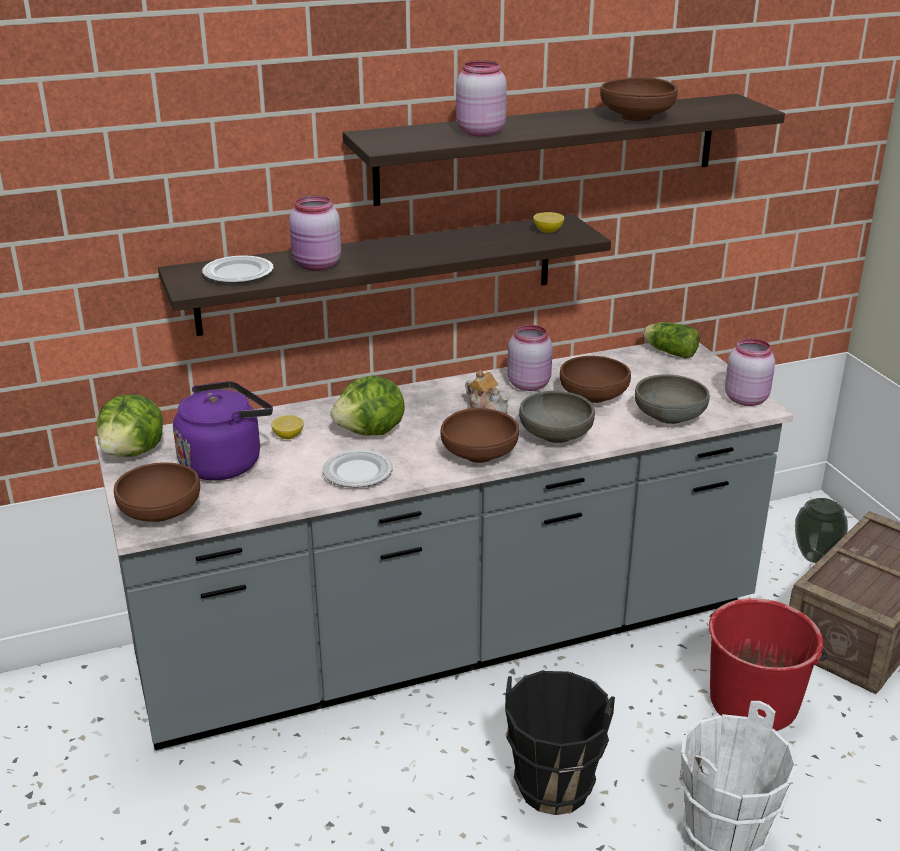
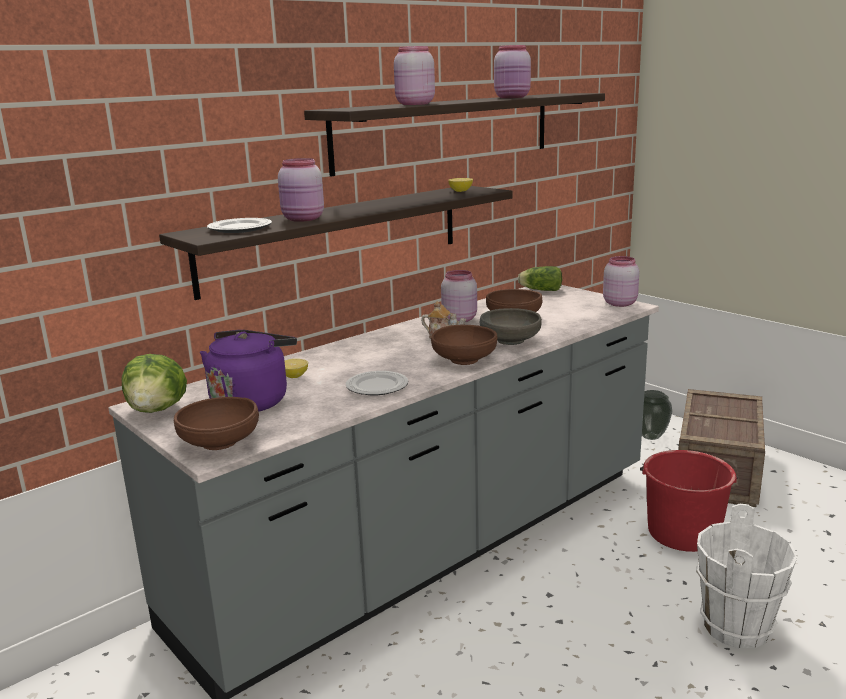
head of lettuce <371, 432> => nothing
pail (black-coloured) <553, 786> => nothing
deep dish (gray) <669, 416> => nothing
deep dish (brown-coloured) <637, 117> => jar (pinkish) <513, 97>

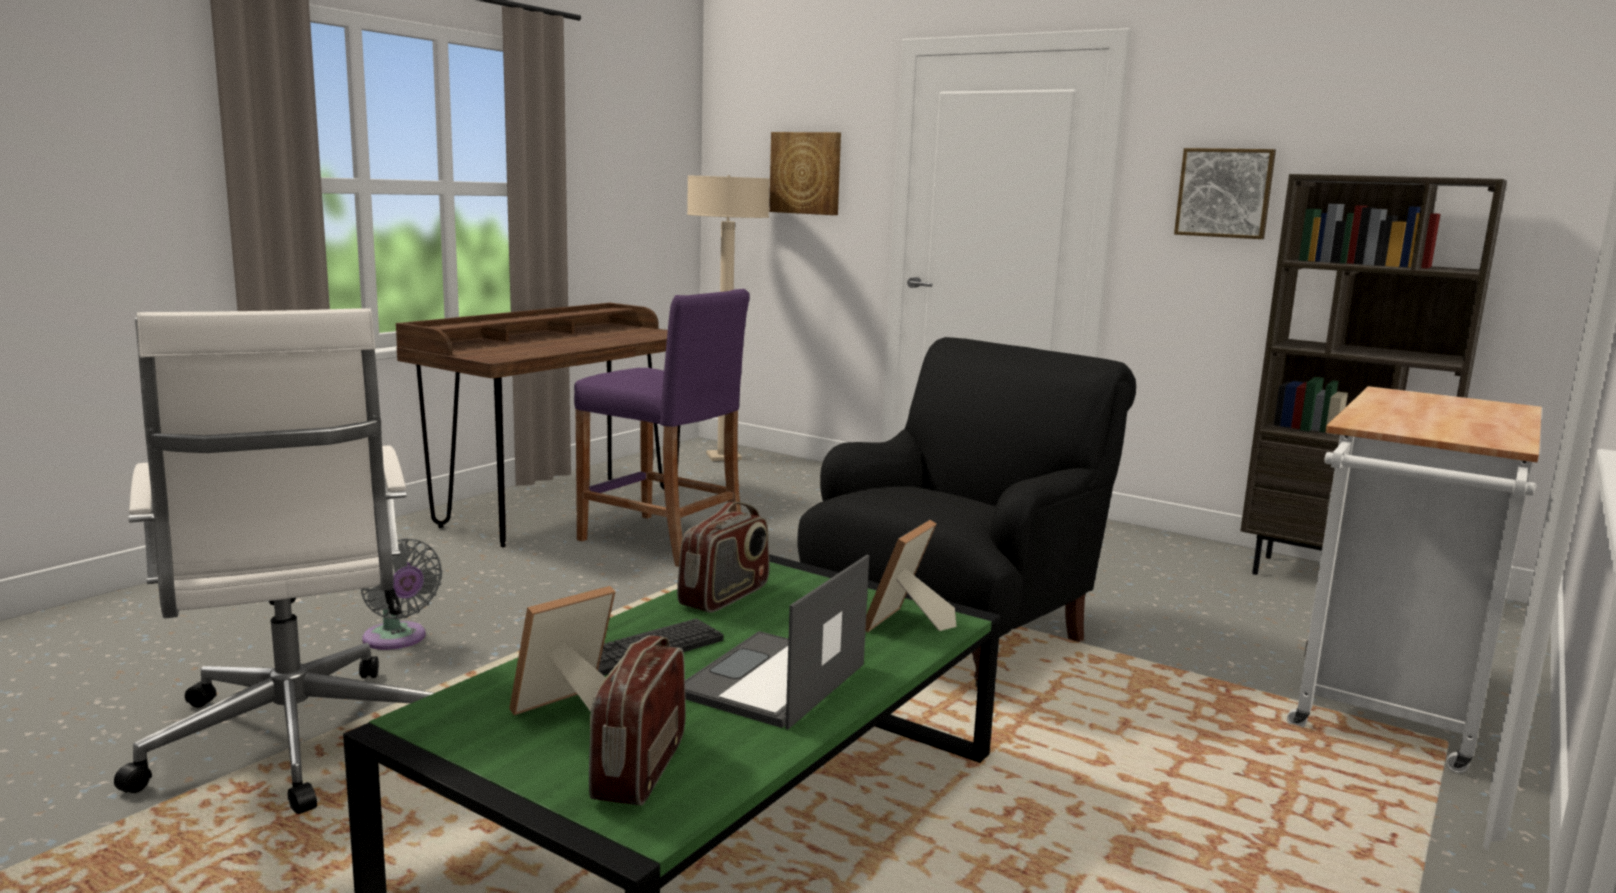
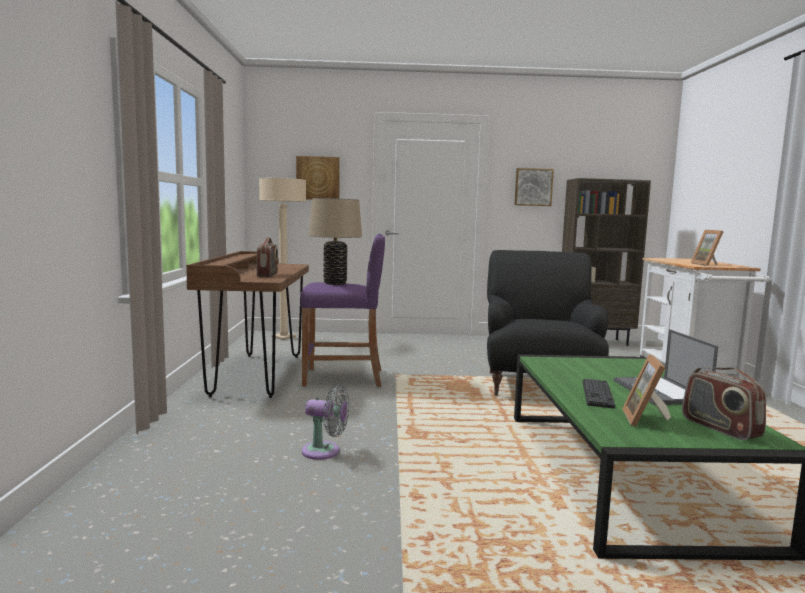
desk chair (white) <293, 744> => nothing
nothing => table lamp (beige) <335, 283>
radio receiver <725, 596> => radio receiver <267, 275>, moved
photo frame <906, 625> => photo frame <708, 264>, moved

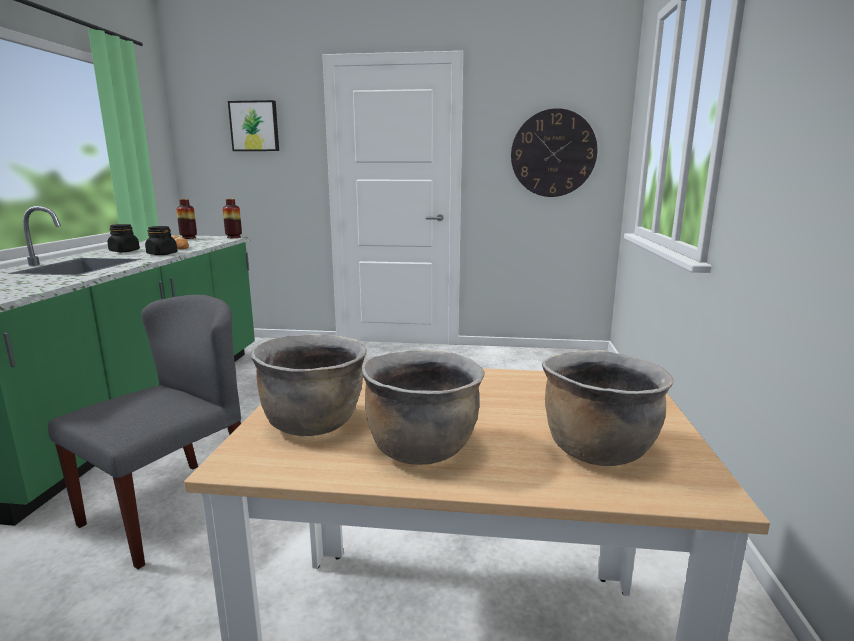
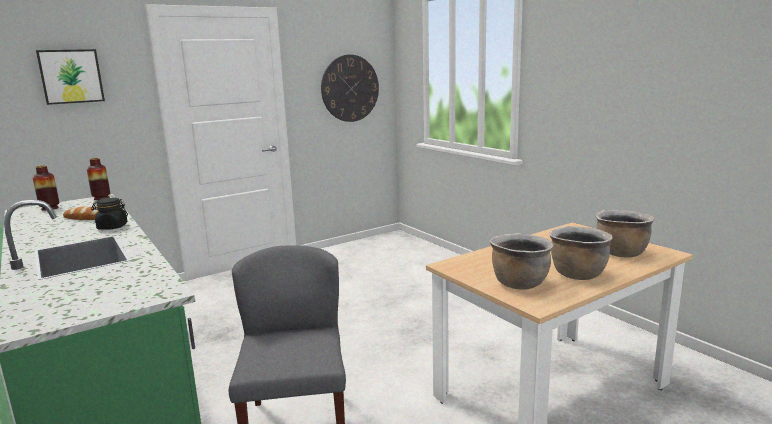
jar (black-coloured) <124, 251> => nothing

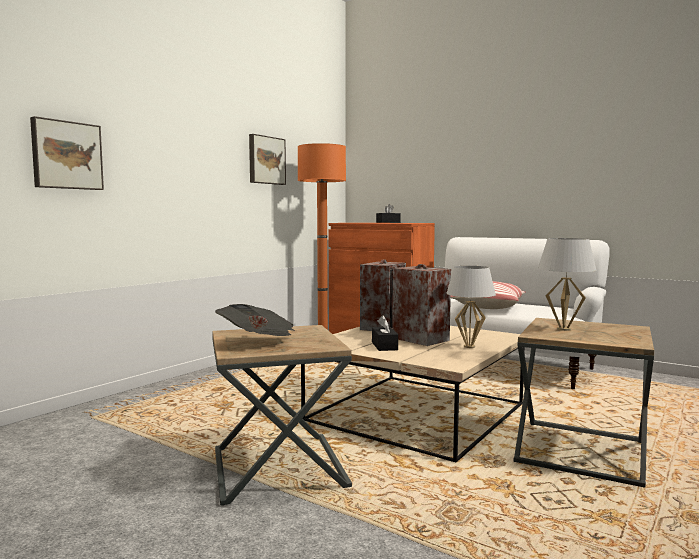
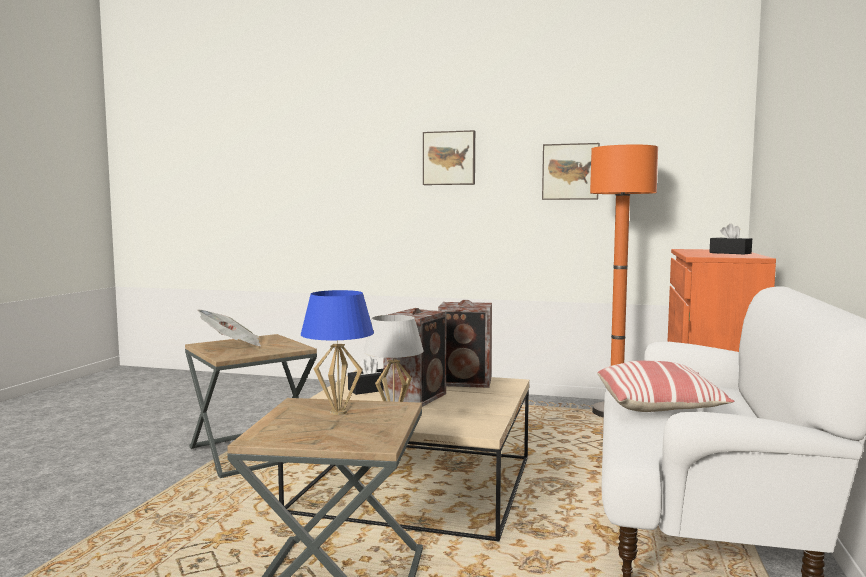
wall picture <66, 155> => wall picture <449, 158>, moved
table lamp (white) <563, 329> => table lamp (bluish) <339, 412>

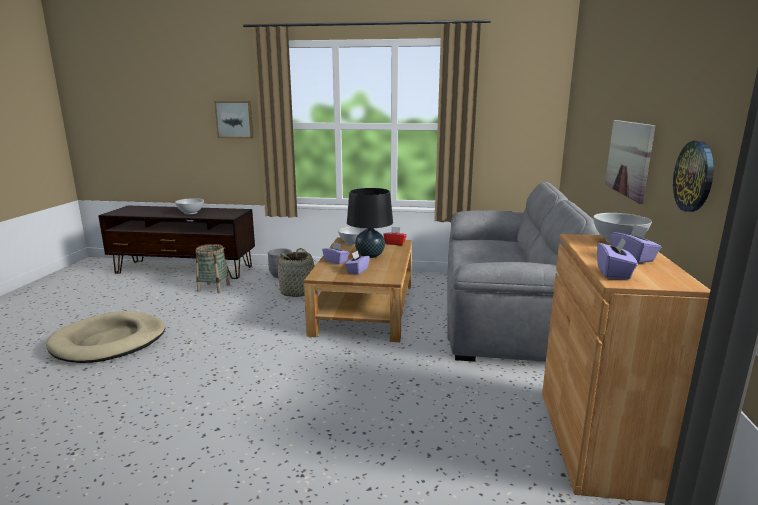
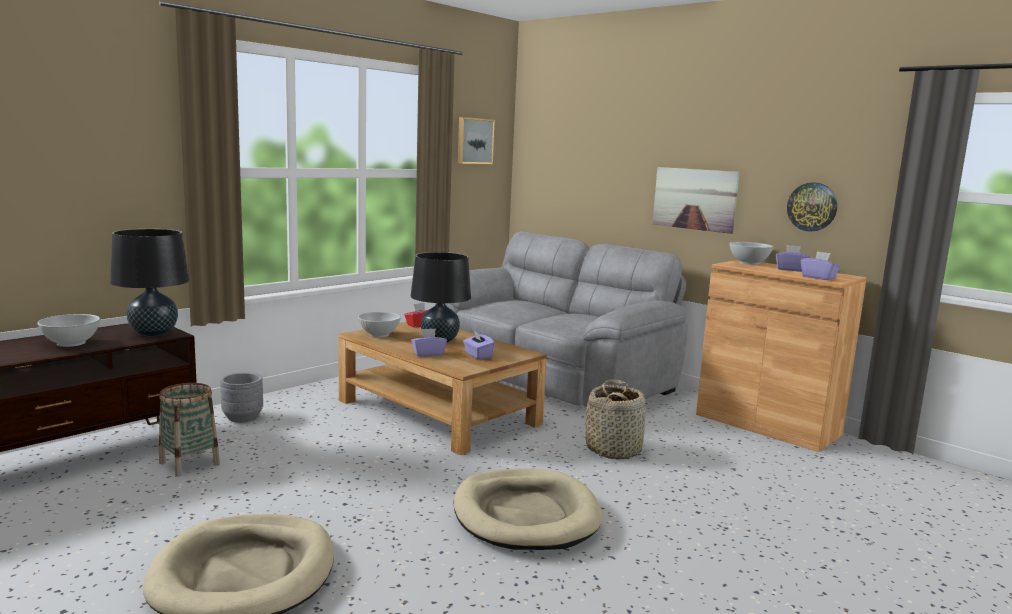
nothing => table lamp (black-coloured) <153, 333>
nothing => dog cushion (beige) <525, 515>
wall picture <235, 119> => wall picture <474, 141>, moved
household basket <298, 291> => household basket <613, 449>, moved

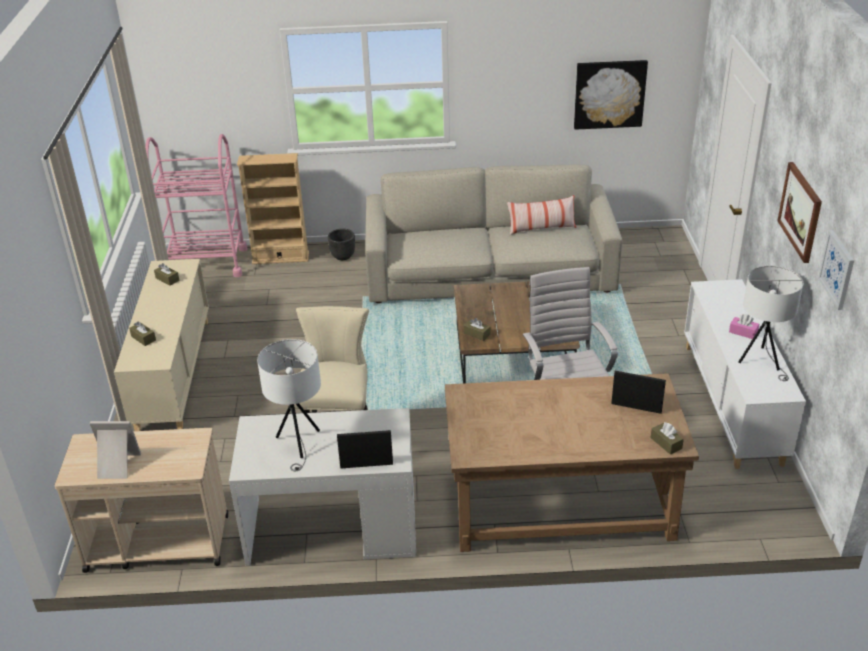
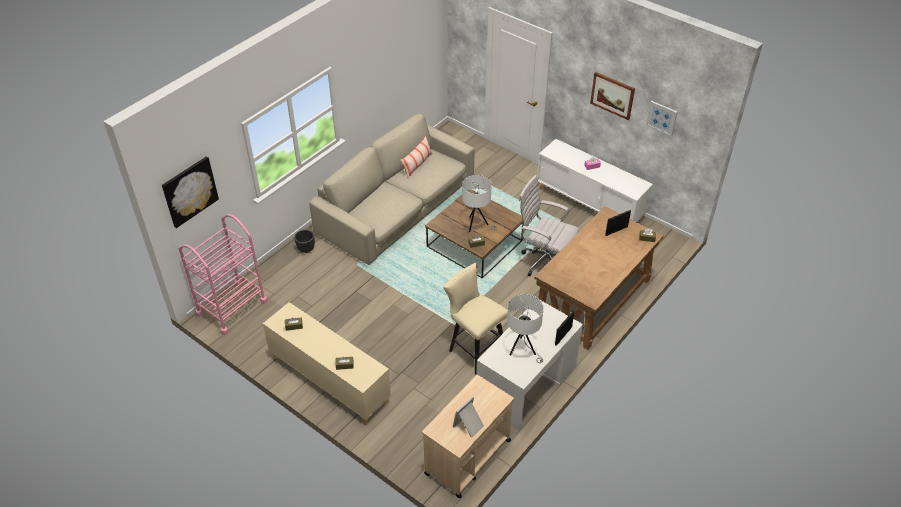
shelving unit (beige) <280, 258> => nothing
wall picture <609, 94> => wall picture <189, 191>, moved
table lamp (white) <761, 362> => table lamp (white) <477, 225>, moved

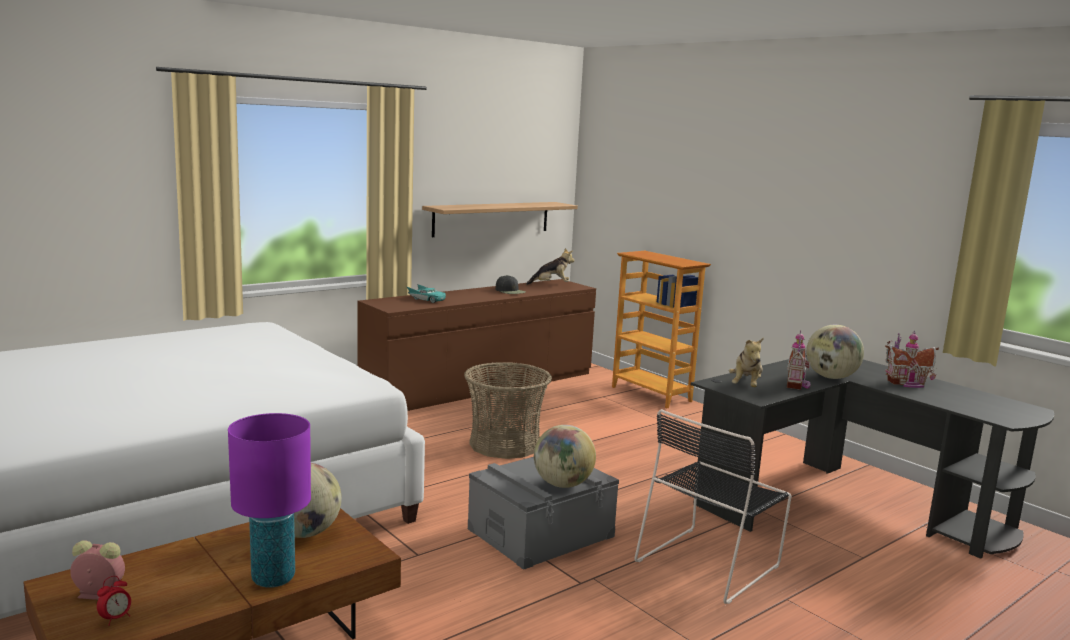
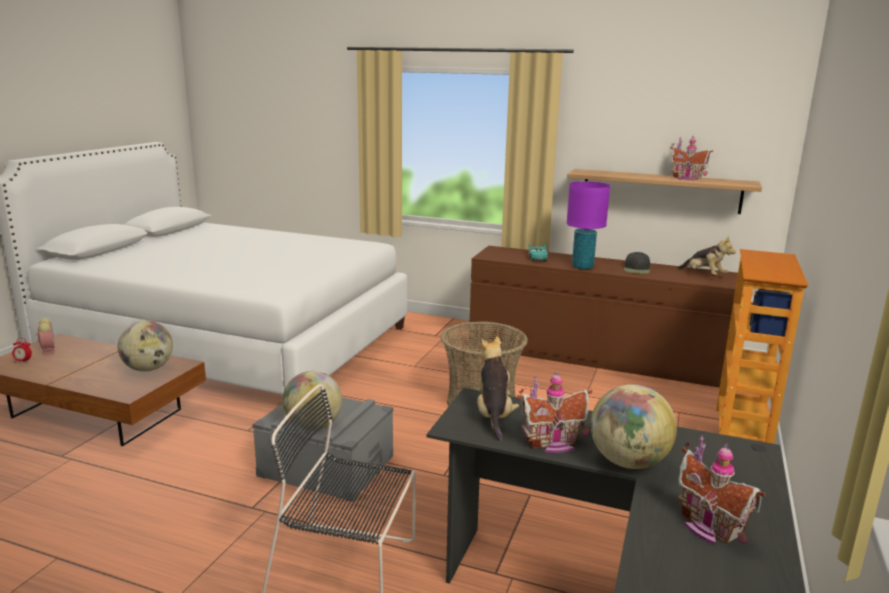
nothing => toy house <686, 178>
table lamp (purple-coloured) <273, 578> => table lamp (purple-coloured) <582, 267>, moved
soft toy <746, 386> => soft toy <494, 415>, 105 degrees clockwise

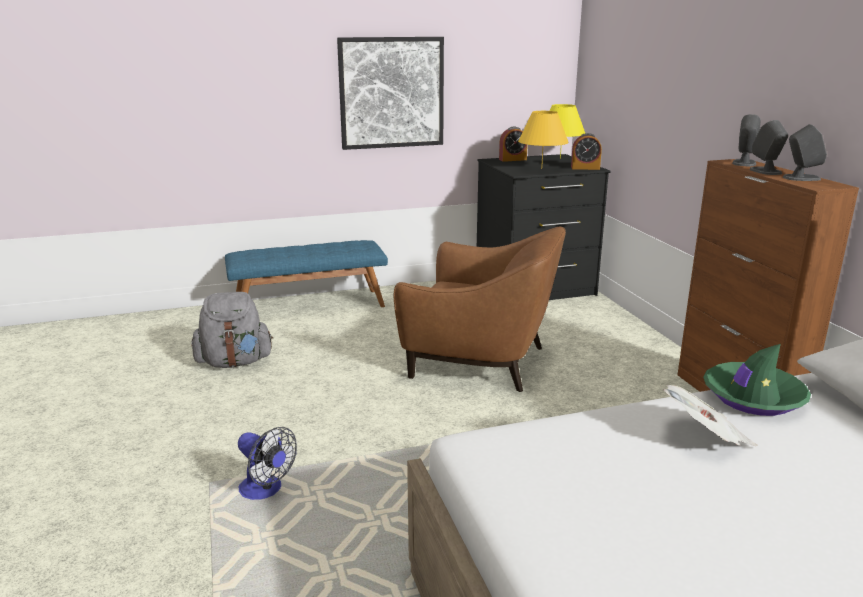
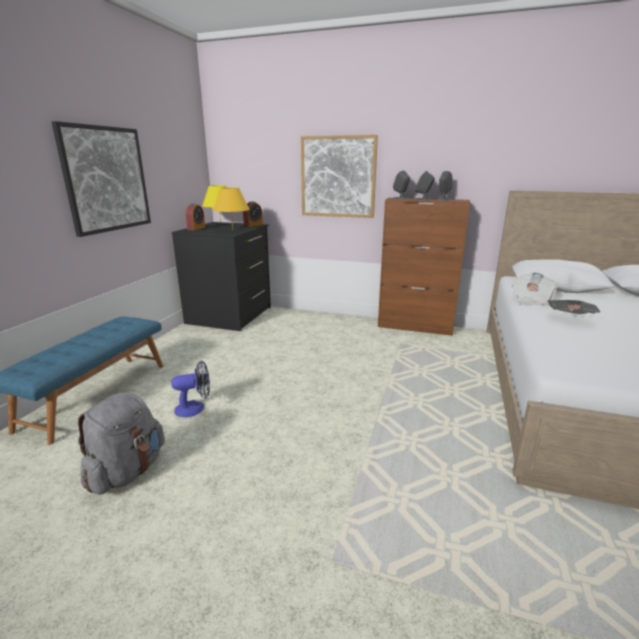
easy chair (brown-coloured) <480, 361> => nothing
nothing => wall picture <338, 177>
cooling fan <266, 491> => cooling fan <195, 408>, moved
wearable hat (greenish) <753, 397> => daily paper <530, 300>

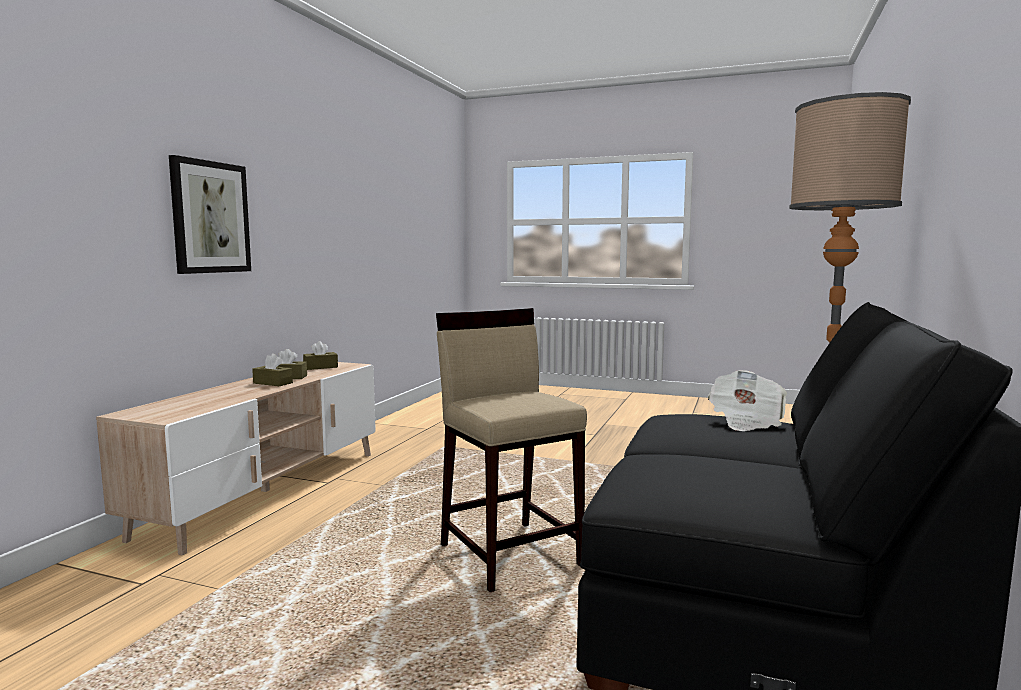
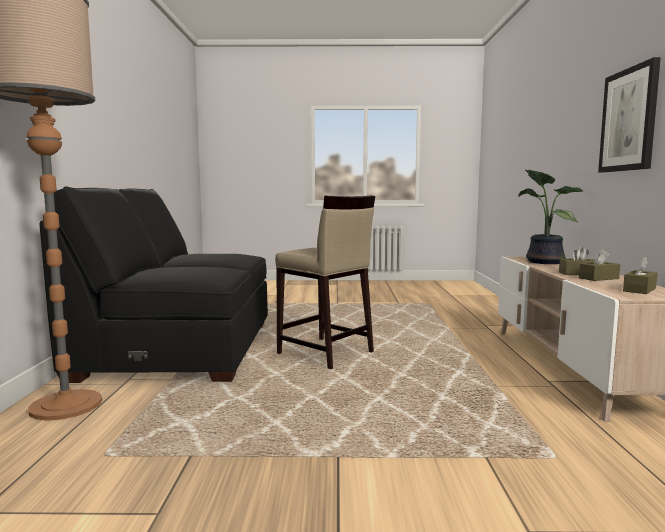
daily paper <745, 421> => nothing
nothing => potted plant <542, 262>

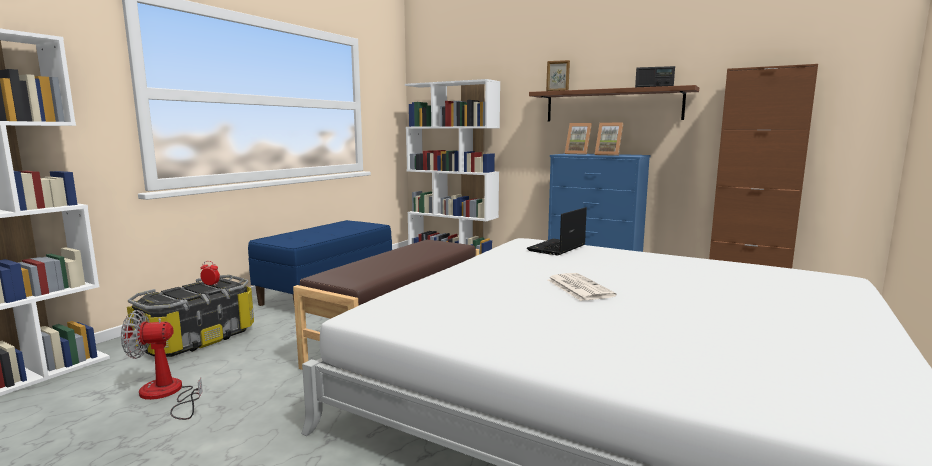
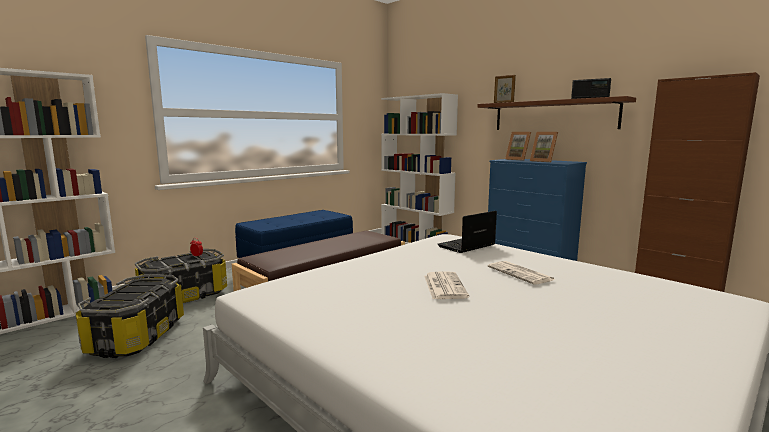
nothing => daily paper <521, 273>
cooling fan <167, 394> => storage bin <138, 336>

